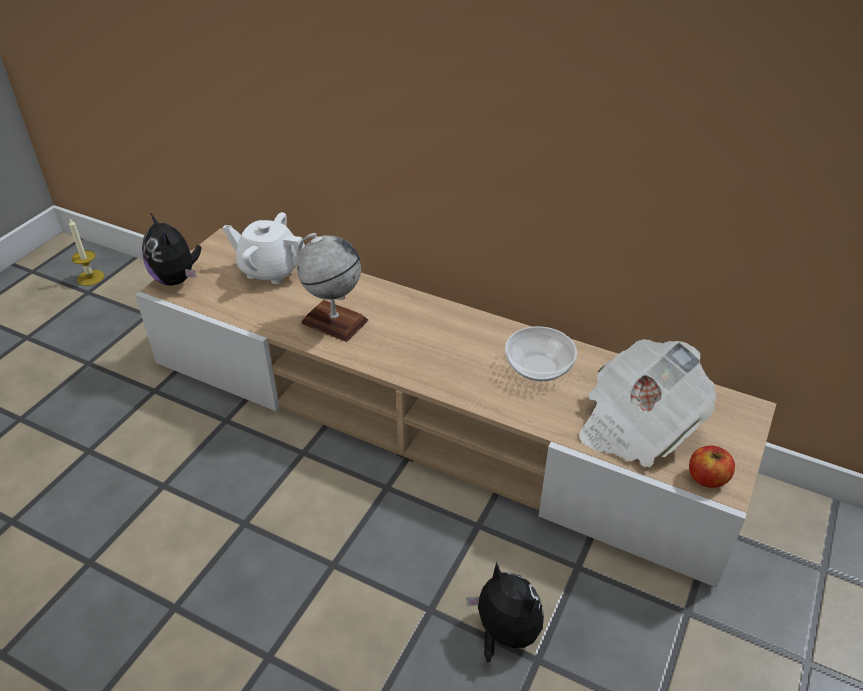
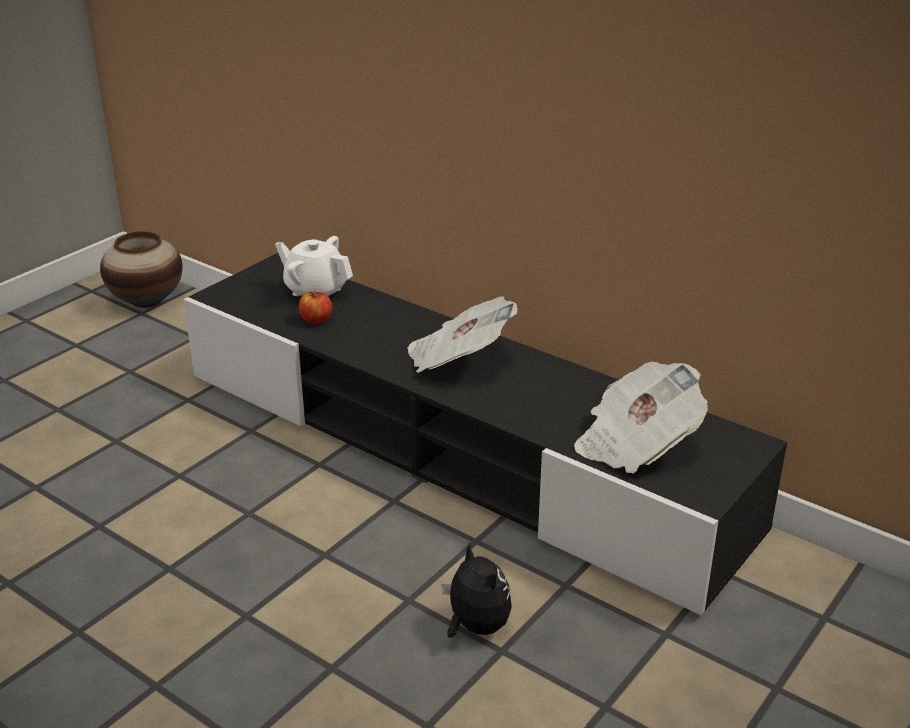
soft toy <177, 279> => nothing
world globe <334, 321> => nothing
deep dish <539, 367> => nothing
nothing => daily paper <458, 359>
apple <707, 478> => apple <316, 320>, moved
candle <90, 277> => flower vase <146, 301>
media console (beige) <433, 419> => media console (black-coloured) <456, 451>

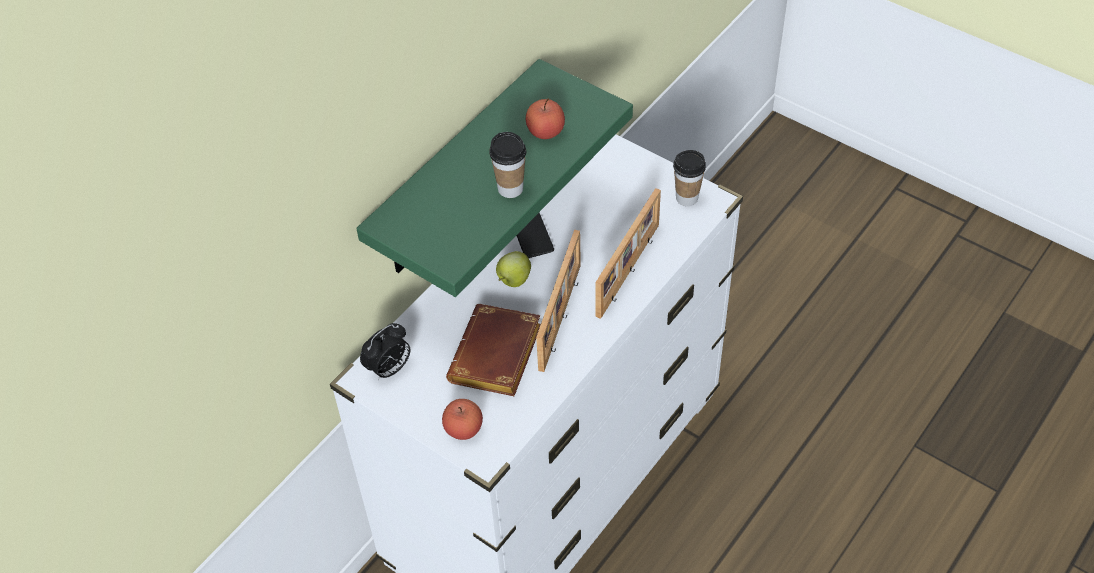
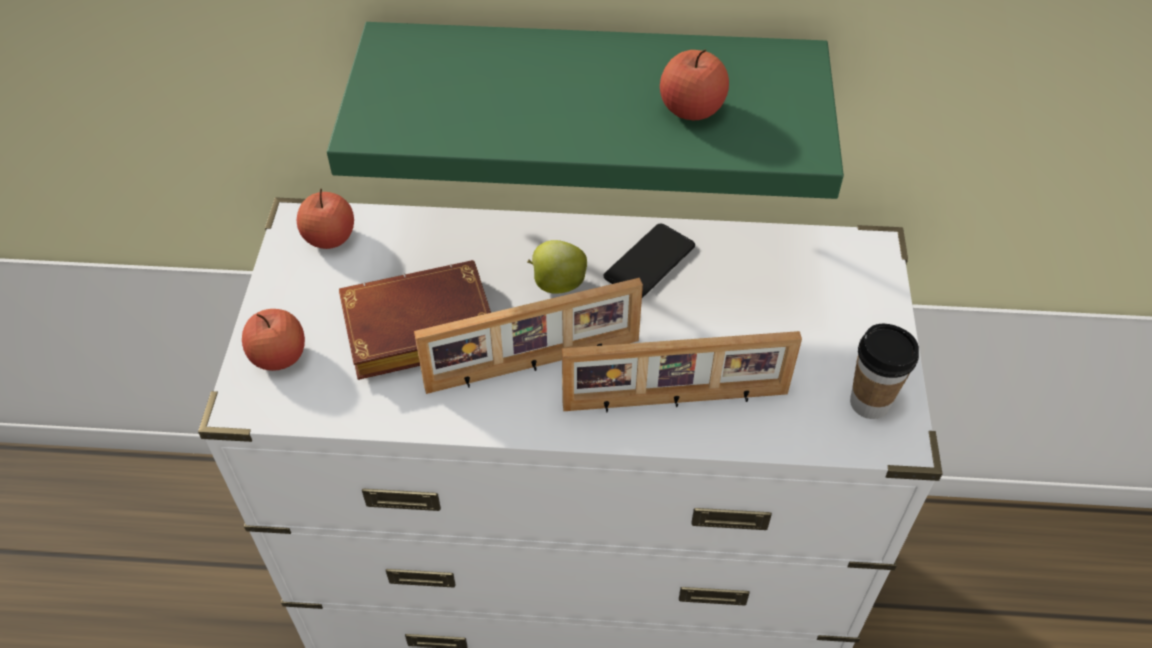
drinking cup <510, 188> => nothing
bedside clock <389, 369> => apple <330, 237>

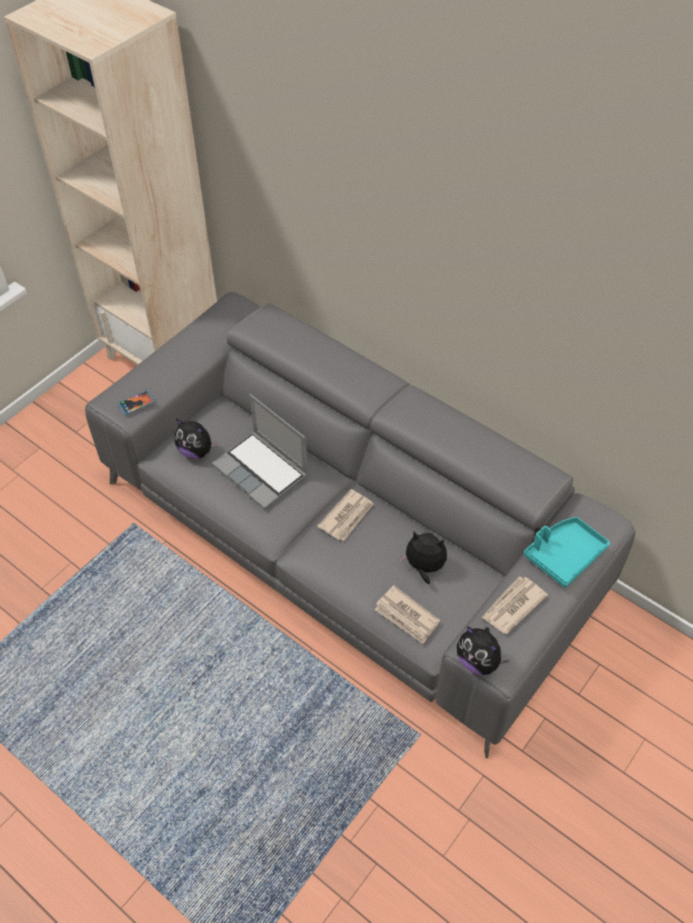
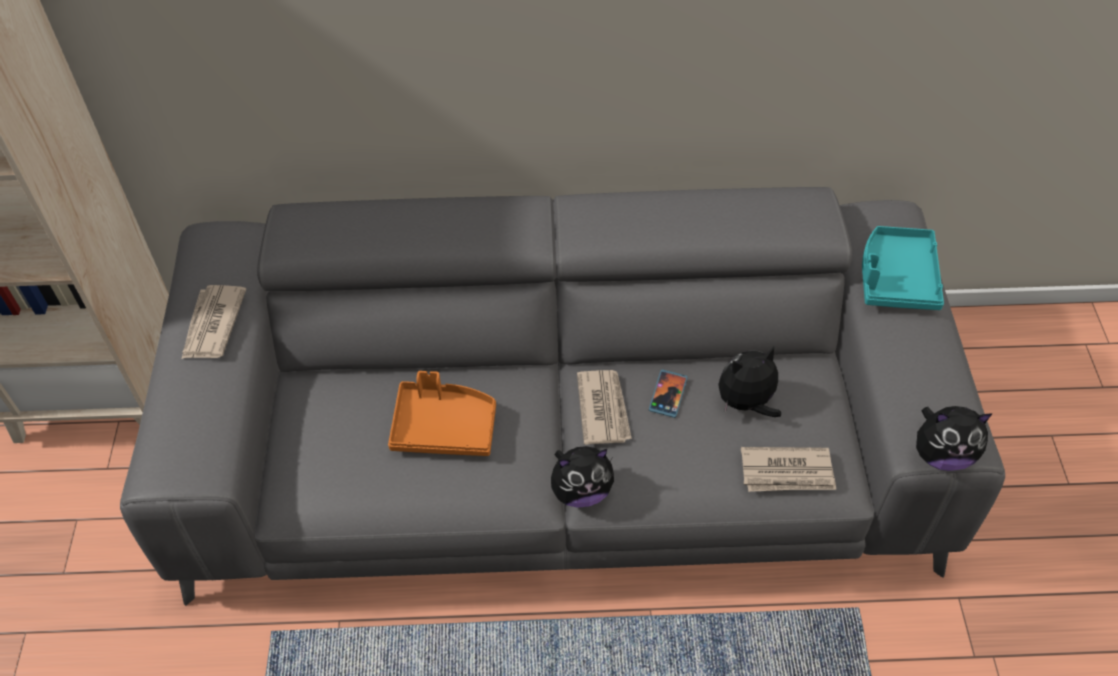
telephone <136, 403> => telephone <668, 394>, moved
soft toy <196, 451> => soft toy <581, 491>, moved
daily paper <512, 606> => daily paper <212, 325>, moved
portable computer <262, 471> => tray (orange-coloured) <444, 427>

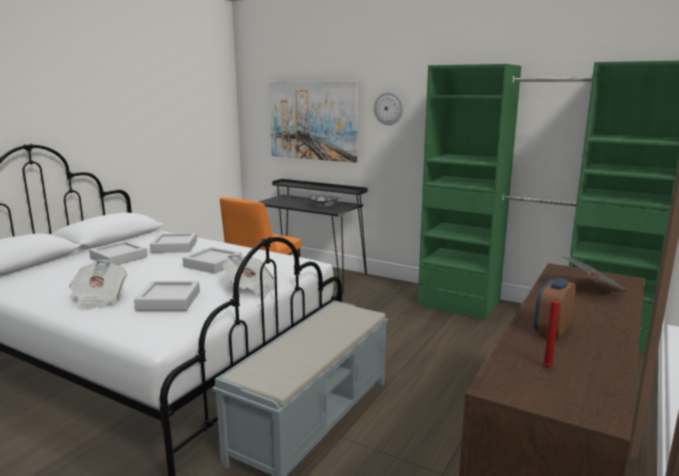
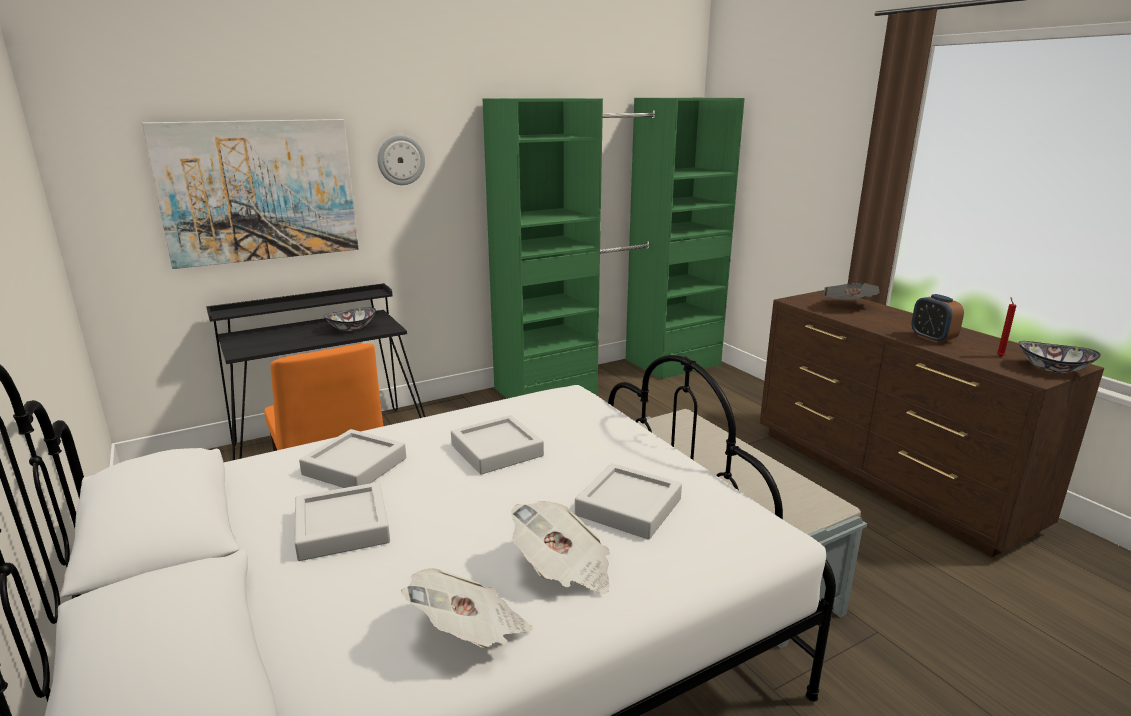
nothing => deep dish <1052, 369>
daily paper <251, 288> => daily paper <470, 633>, moved

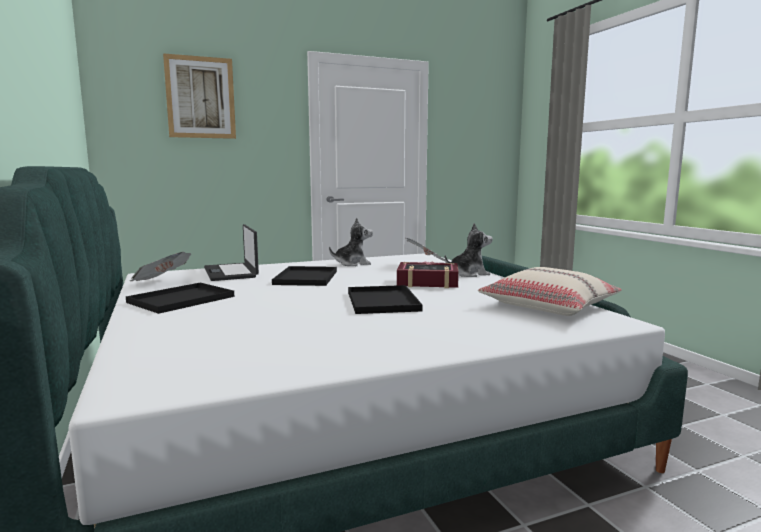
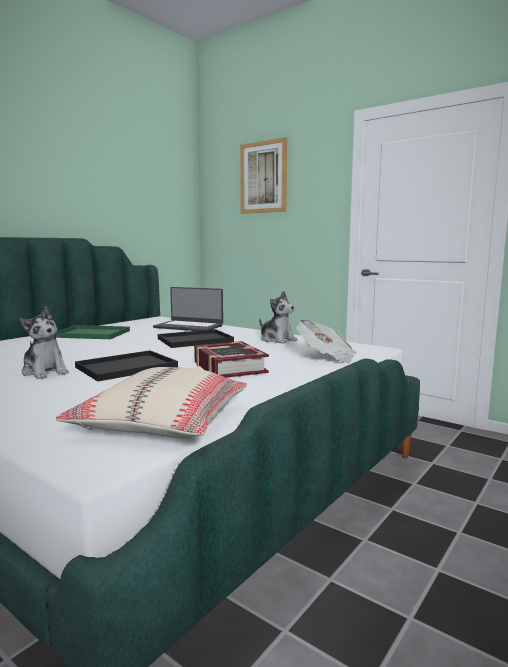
daily paper <162, 283> => nothing
soft toy <468, 274> => soft toy <45, 372>, moved
tray (black-coloured) <182, 299> => tray (greenish) <94, 334>
portable computer <231, 272> => portable computer <189, 326>, 105 degrees counterclockwise

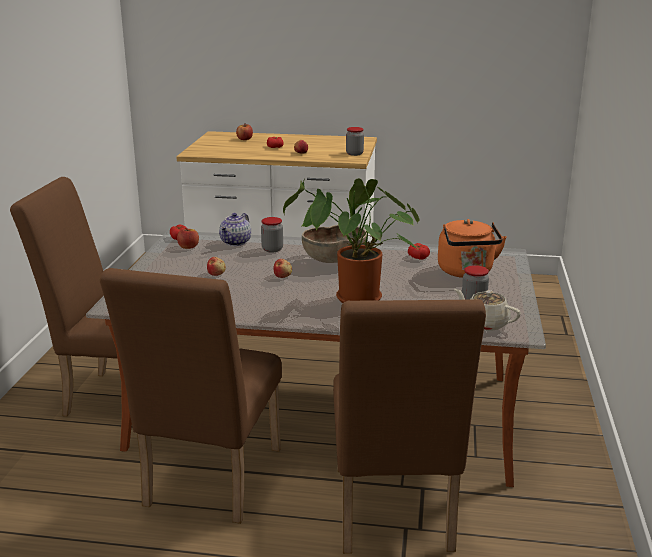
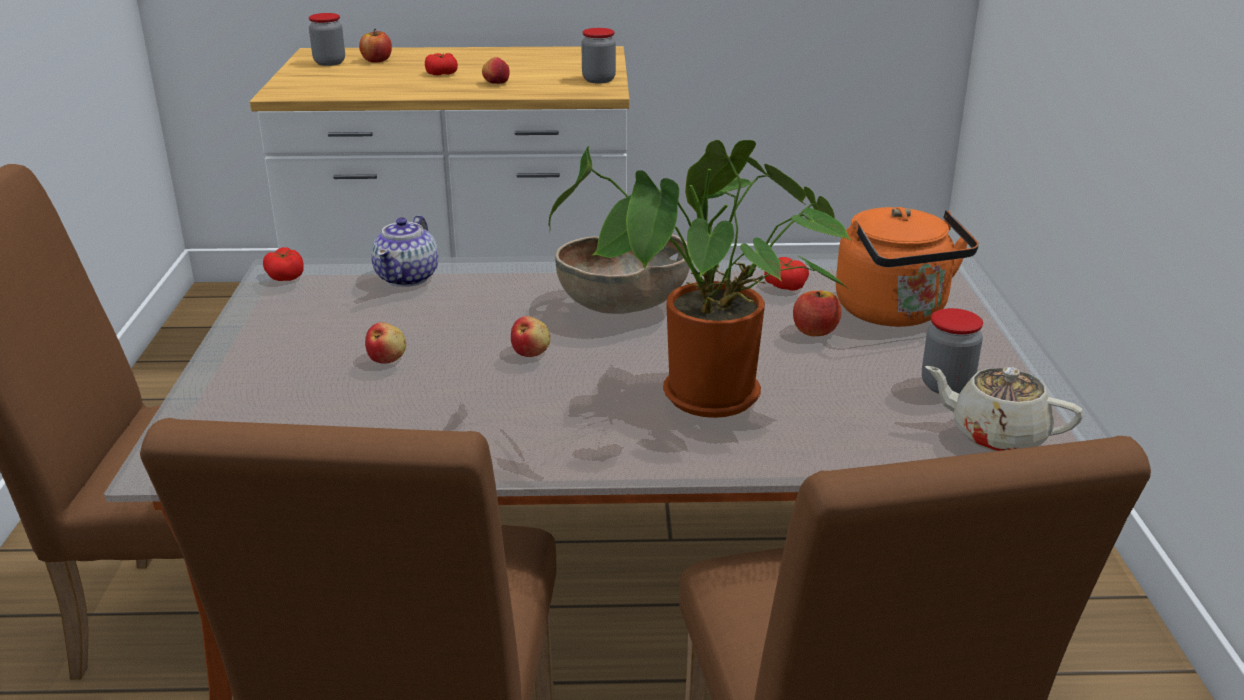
apple <188, 247> => apple <815, 331>, moved
jar <272, 249> => jar <329, 62>, moved

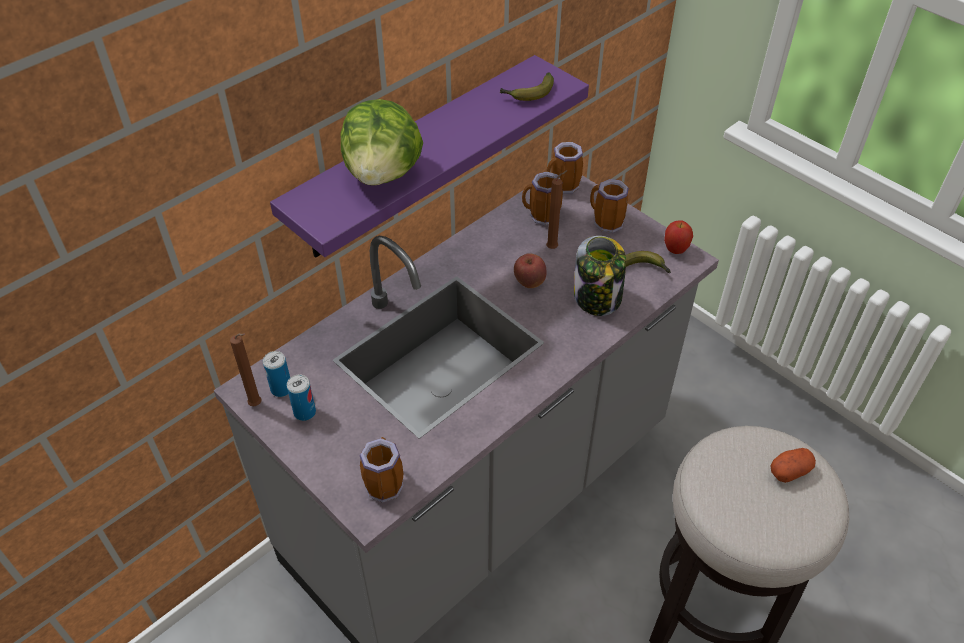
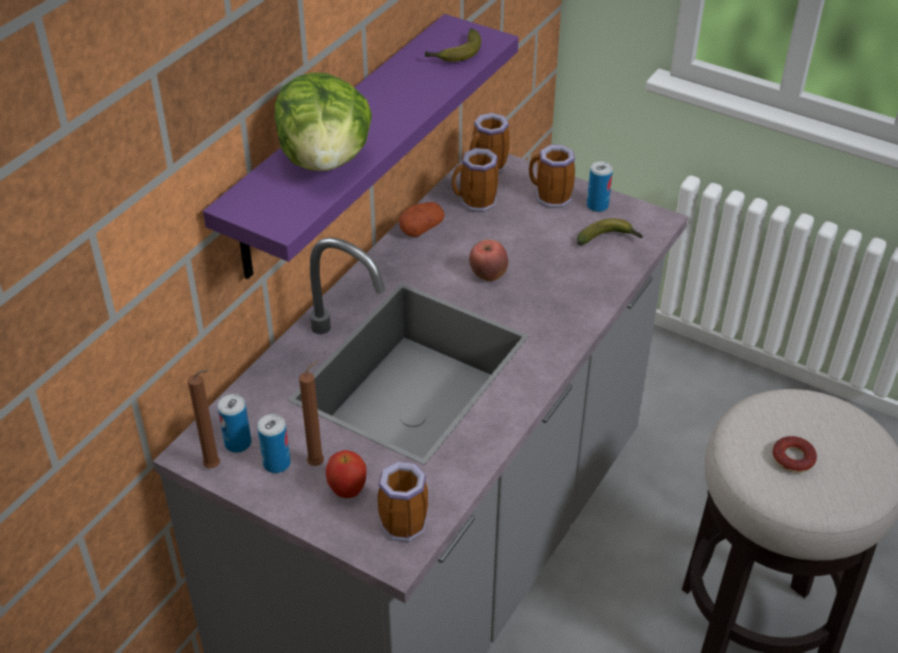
jar <597, 298> => nothing
nothing => sealed can <597, 206>
nothing => ring doughnut <793, 458>
candle (brown-coloured) <553, 248> => candle (brown-coloured) <318, 463>, moved
apple <675, 250> => apple <347, 491>, moved
spud <790, 471> => spud <421, 228>, moved

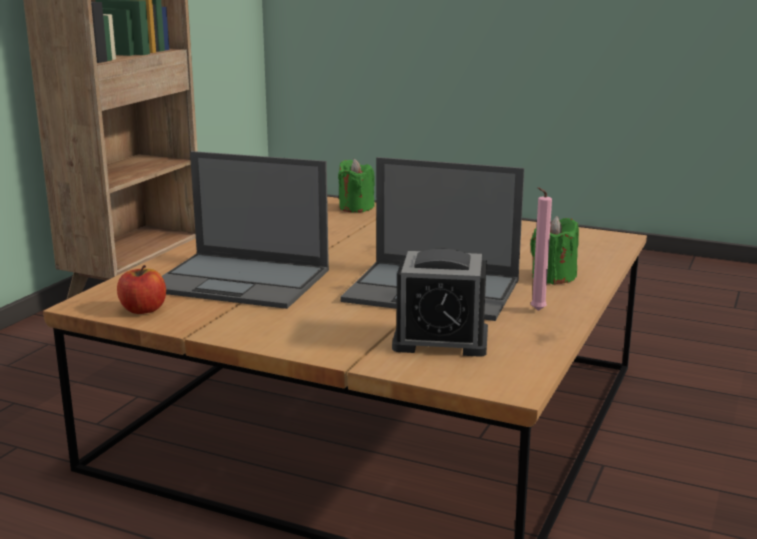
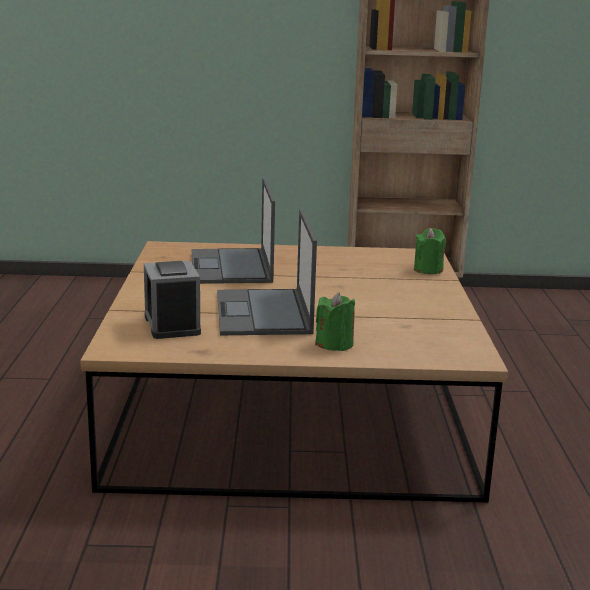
apple <143, 310> => nothing
candle (pinkish) <536, 311> => nothing

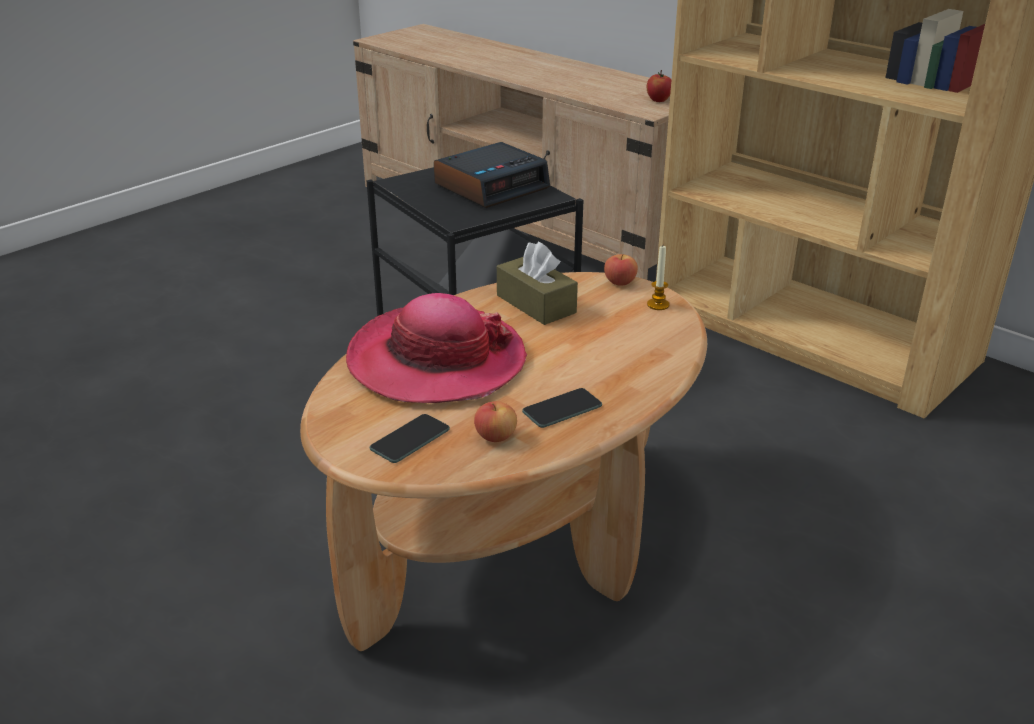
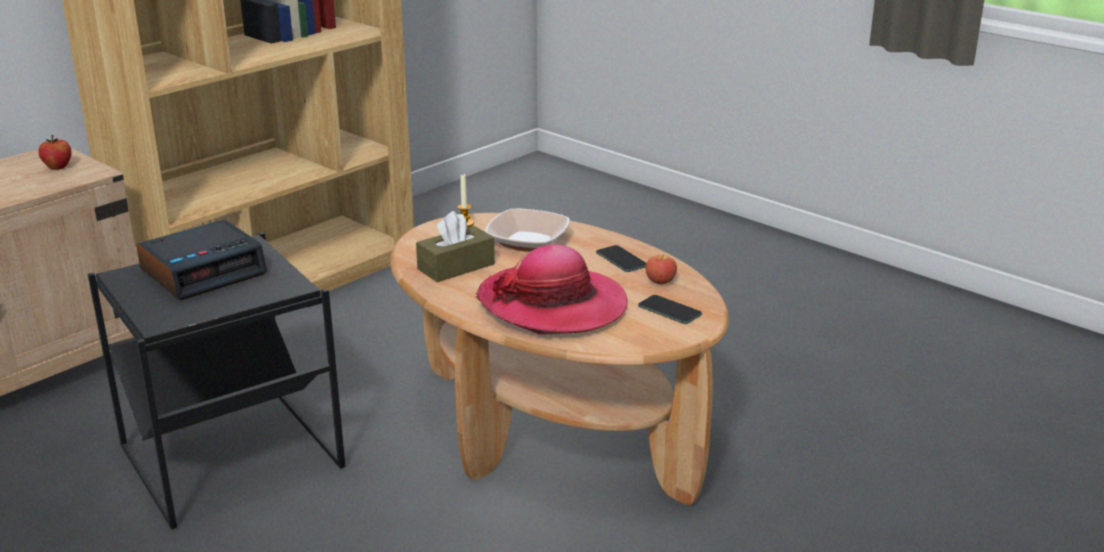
apple <620, 282> => nothing
nothing => deep dish <528, 242>
bedside clock <492, 186> => bedside clock <204, 271>, 90 degrees clockwise

